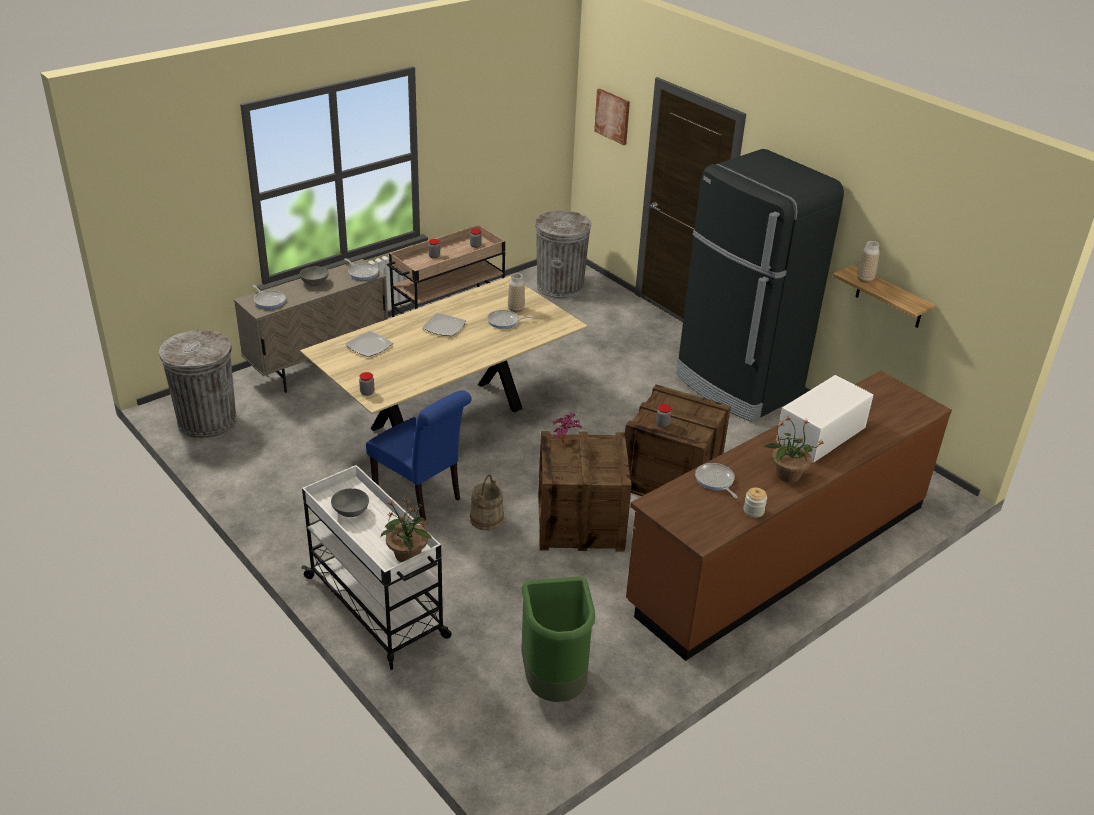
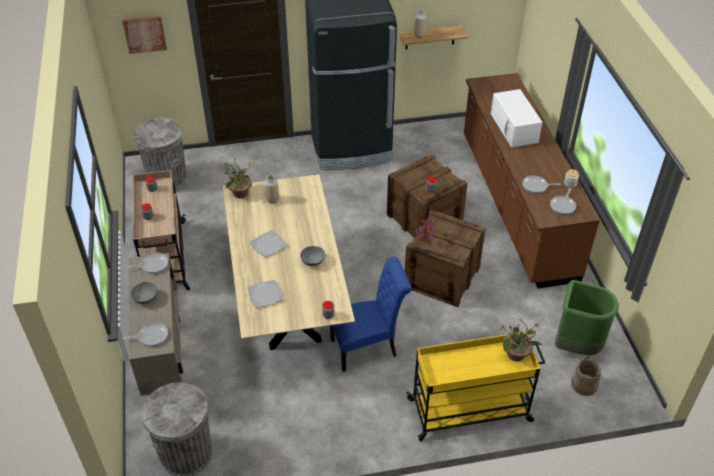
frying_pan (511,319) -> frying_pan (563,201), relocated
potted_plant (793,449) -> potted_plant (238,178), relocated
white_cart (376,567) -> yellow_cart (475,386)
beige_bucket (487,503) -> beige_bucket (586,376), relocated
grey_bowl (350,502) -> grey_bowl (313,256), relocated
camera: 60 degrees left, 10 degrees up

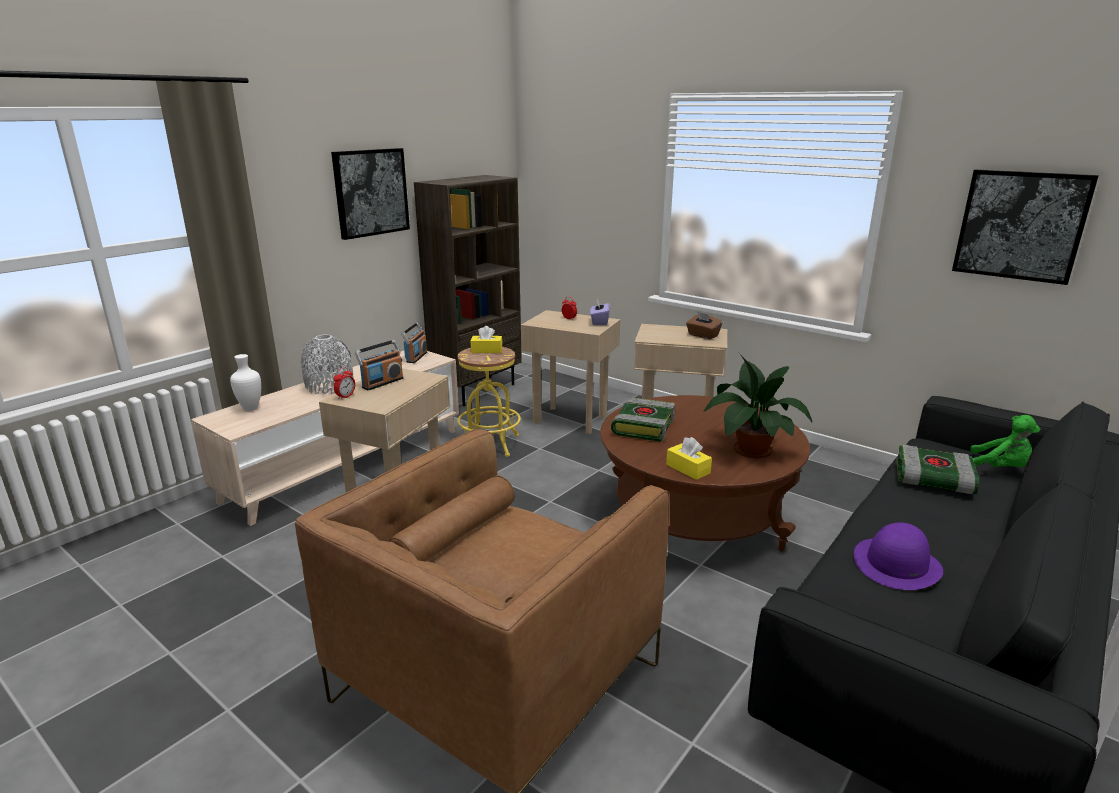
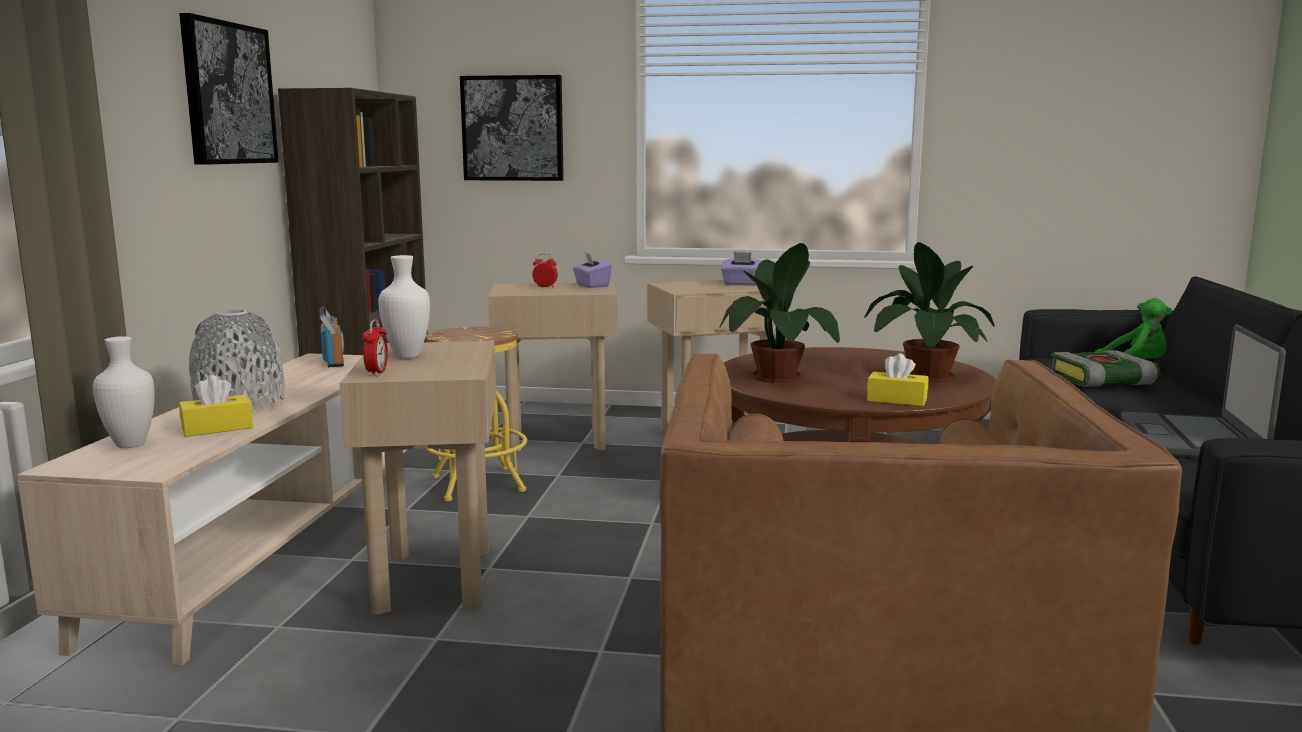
picture (1025,227) -> picture (512,128), relocated
brown_tissue_box (704,325) -> purple_tissue_box (742,269)
yellow_tissue_box (486,339) -> yellow_tissue_box (216,406), relocated
radio (379,365) -> white_vase (404,306)
book (643,420) -> potted_plant (779,313)
purple_hat (898,556) -> laptop (1203,390)
camera: 30 degrees left, 10 degrees down

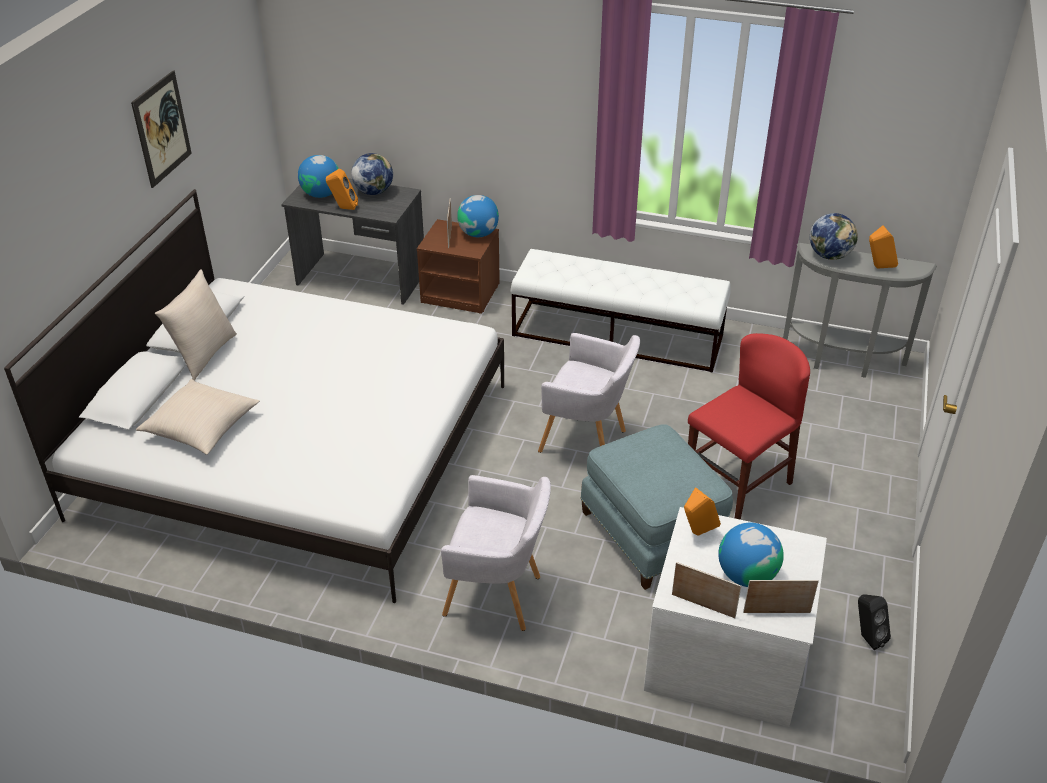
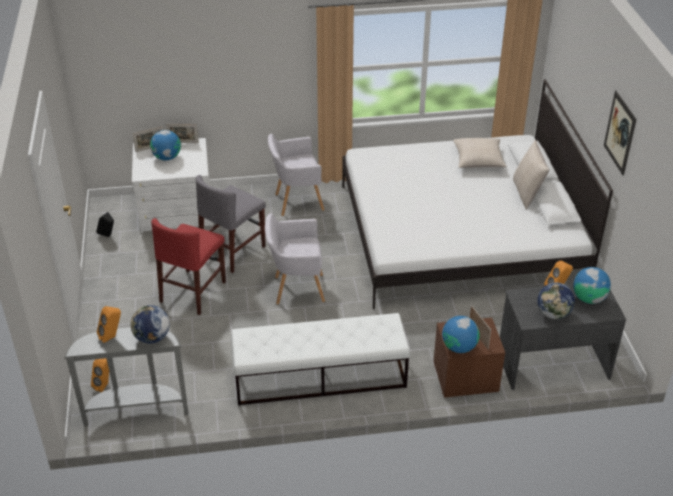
blue_ottoman (657,507) -> grey_chair (230,224)
orange_speaker (702,511) -> orange_speaker (100,375), relocated
camera: 155 degrees right, 0 degrees up

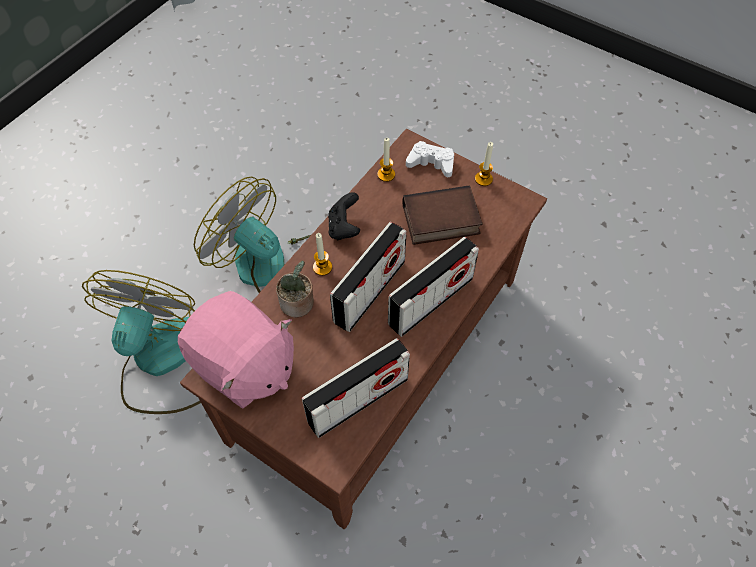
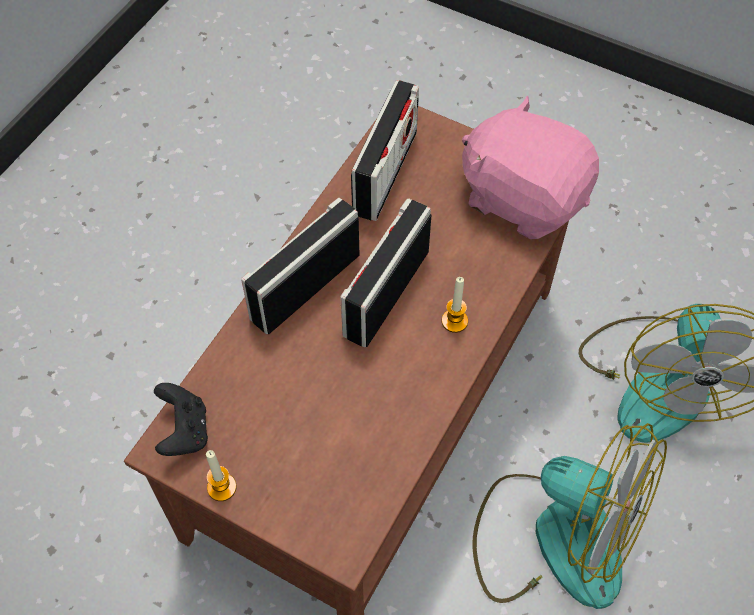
candle (386,160) -> none
white_game_controller (430,159) -> none
book (442,215) -> none
black_game_controller (344,216) -> black_game_controller (181,419), relocated
potted_plant (295,288) -> none
radio (356,388) -> radio (385,150), 150 degrees clockwise
camera: 175 degrees right, 0 degrees up

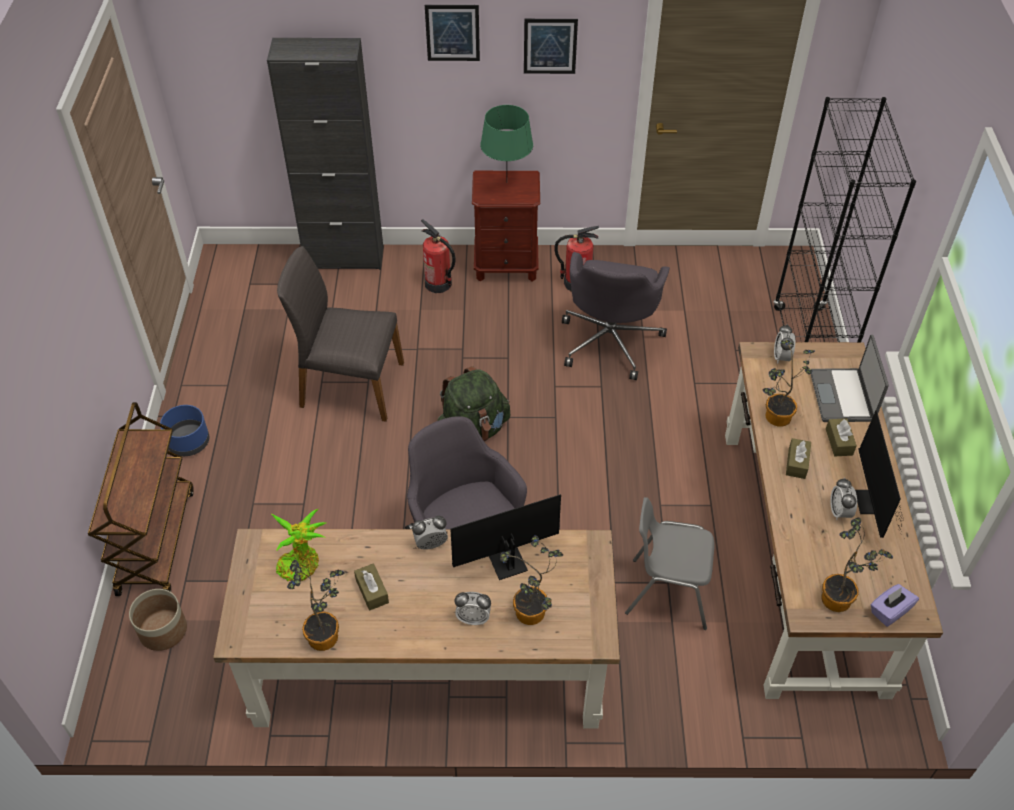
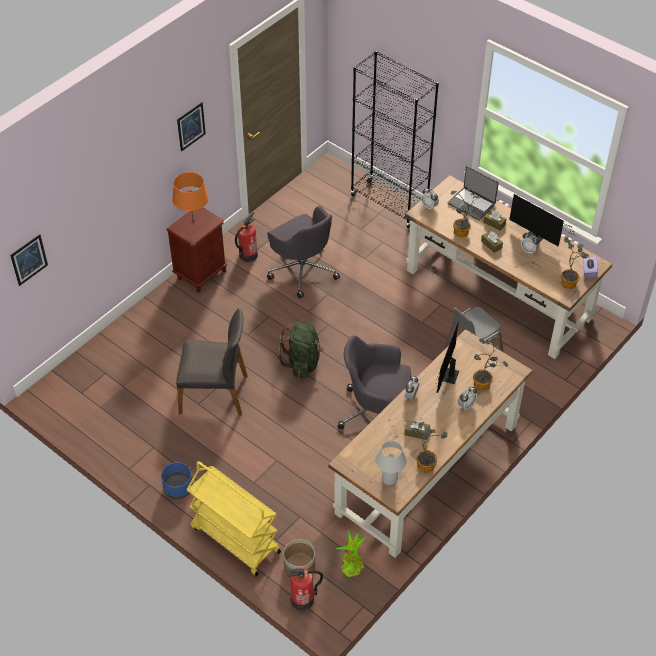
picture (452,33) -> picture (29,260), relocated
black_cabinet (325,154) -> none
green_table_lamp (506,144) -> orange_table_lamp (190,195)
fire_extinguisher (438,256) -> fire_extinguisher (304,589), relocated
grey_chair (340,334) -> grey_chair (212,361), 135 degrees counterclockwise
brown_cart (141,499) -> yellow_cart (233,518)
potted_plant (298,545) -> potted_plant (352,553), relocated
none -> white_table_lamp (391,463)
camera: 50 degrees left, 0 degrees up

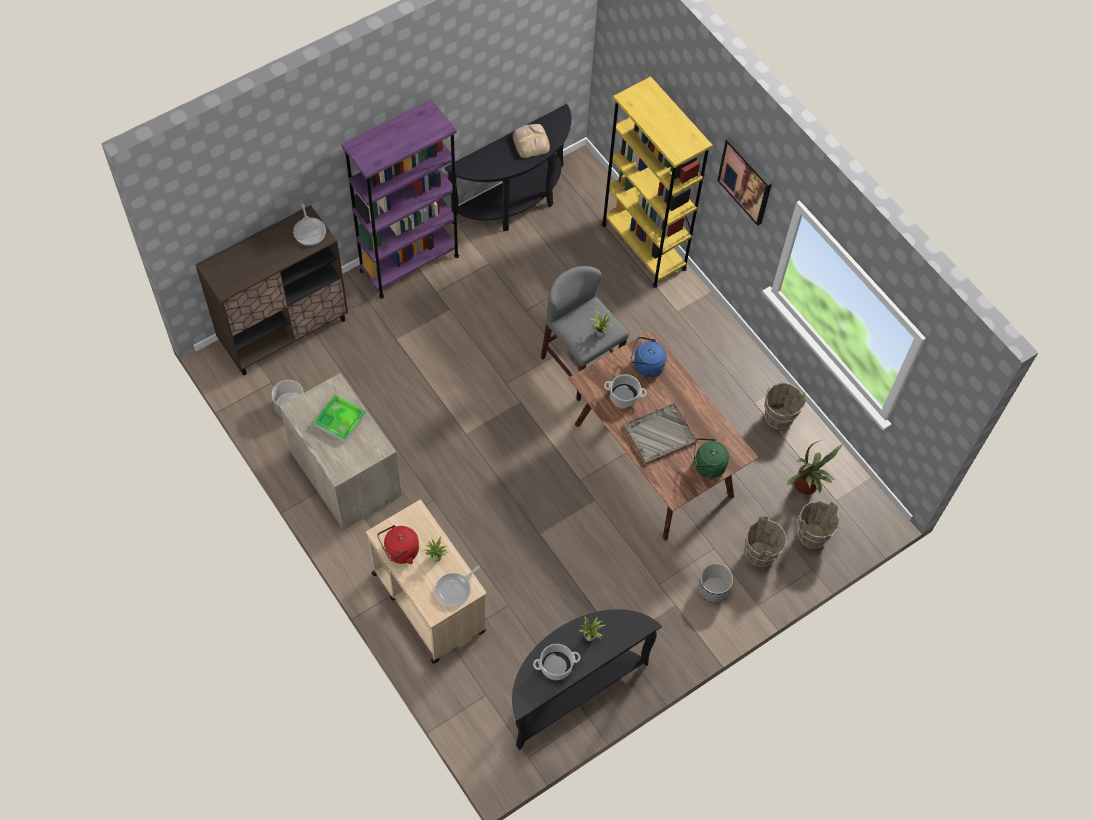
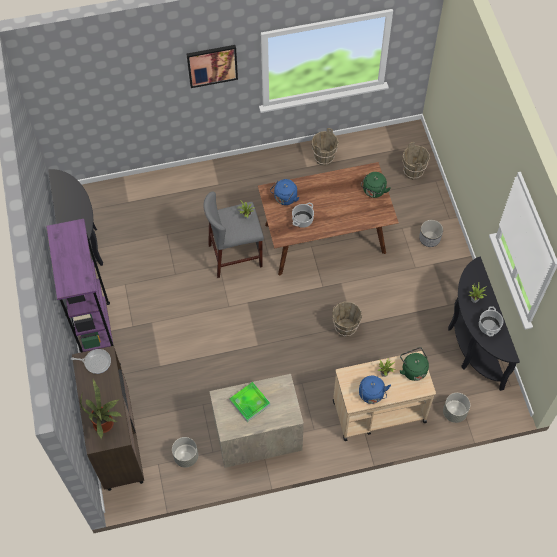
yellow_bookcase (657,182) -> none
bread (531,141) -> none
grey_tray (661,433) -> none
potted_plant (814,467) -> potted_plant (100,409), relocated
brown_bucket (766,542) -> brown_bucket (347,319), relocated
red_kettle (398,544) -> blue_kettle (375,390)
frying_pan (457,585) -> green_kettle (414,364)
none -> grey_planter (456,408)
camera: 65 degrees left, 0 degrees up

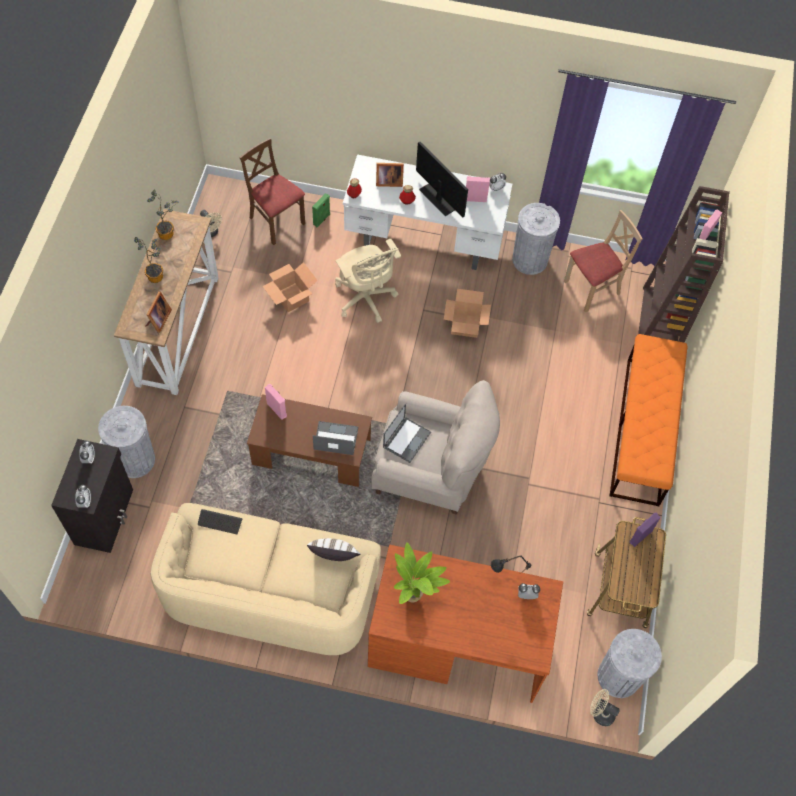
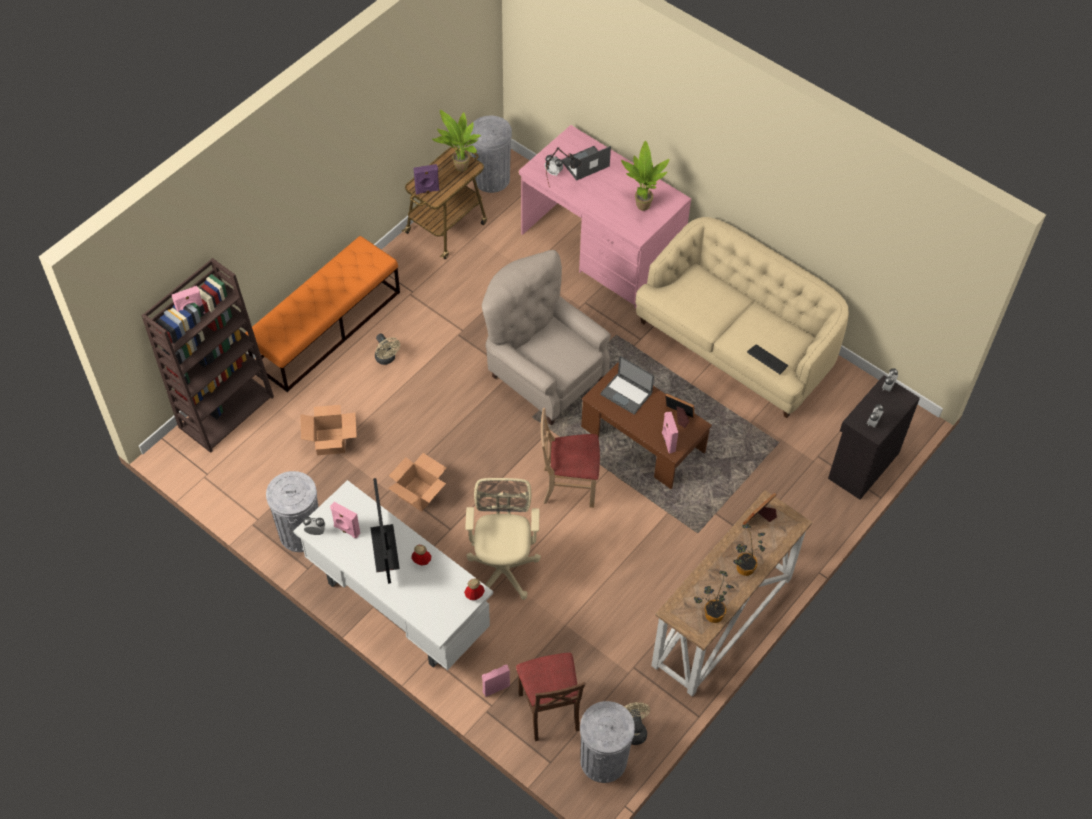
picture_frame (390,175) -> picture_frame (680,410), relocated
green_speaker (321,210) -> pink_speaker (496,681)
beige_chair (603,261) -> beige_chair (570,458), relocated
cardboard_box (290,287) -> cardboard_box (328,430), relocated
laptop (407,433) -> laptop (586,163), relocated
grey_trash_can (126,442) -> grey_trash_can (607,742), relocated
white_pillow (334,549) -> none
brown_desk (465,624) -> pink_desk (605,217)
beige_fan (605,707) -> beige_fan (387,349), relocated
none -> potted_plant (456,140)
camera: 150 degrees left, 5 degrees down

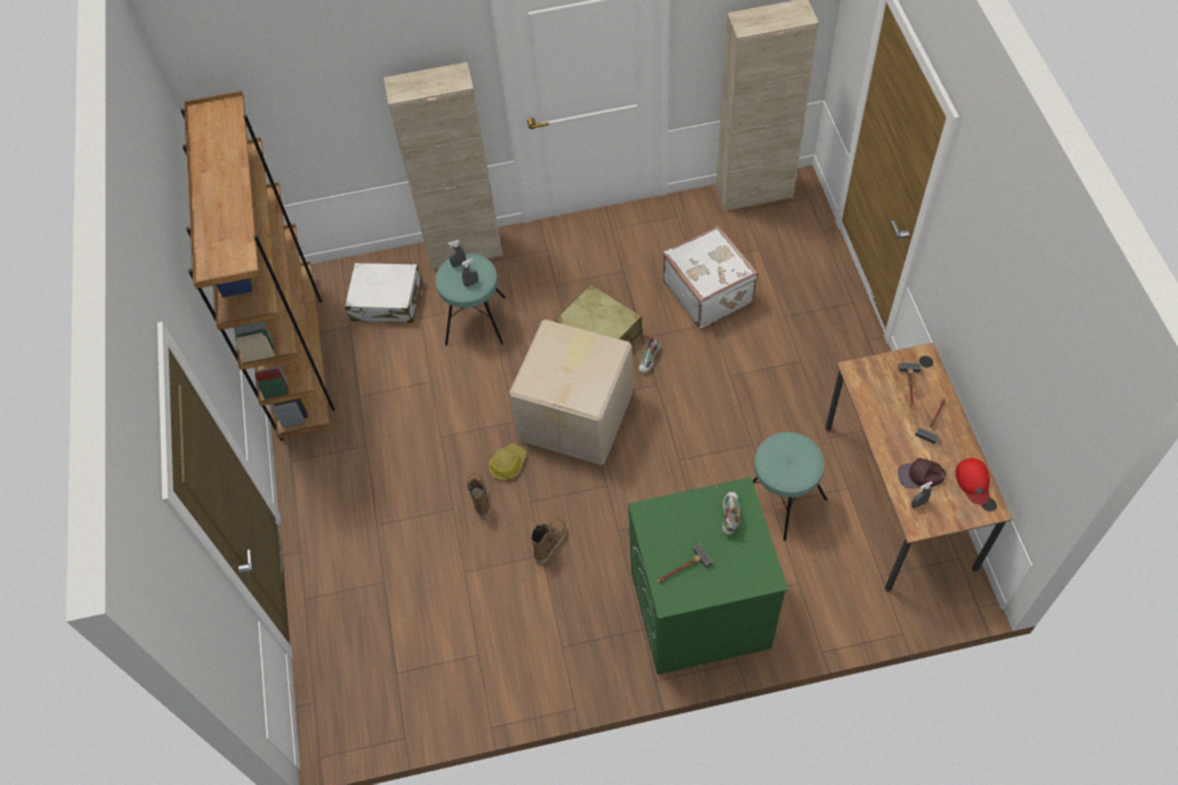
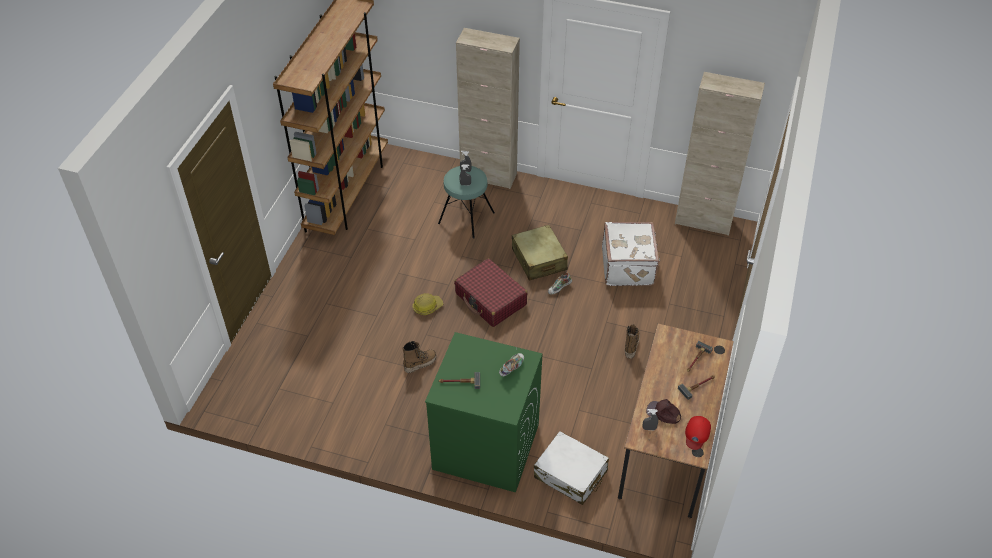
white_suitcase (383,293) -> white_suitcase (571,468), relocated
cardboard_box (571,392) -> red_suitcase (491,292)
turquoise_stool (790,486) -> none
boot (478,496) -> boot (632,341), relocated
camera: 25 degrees right, 10 degrees down

